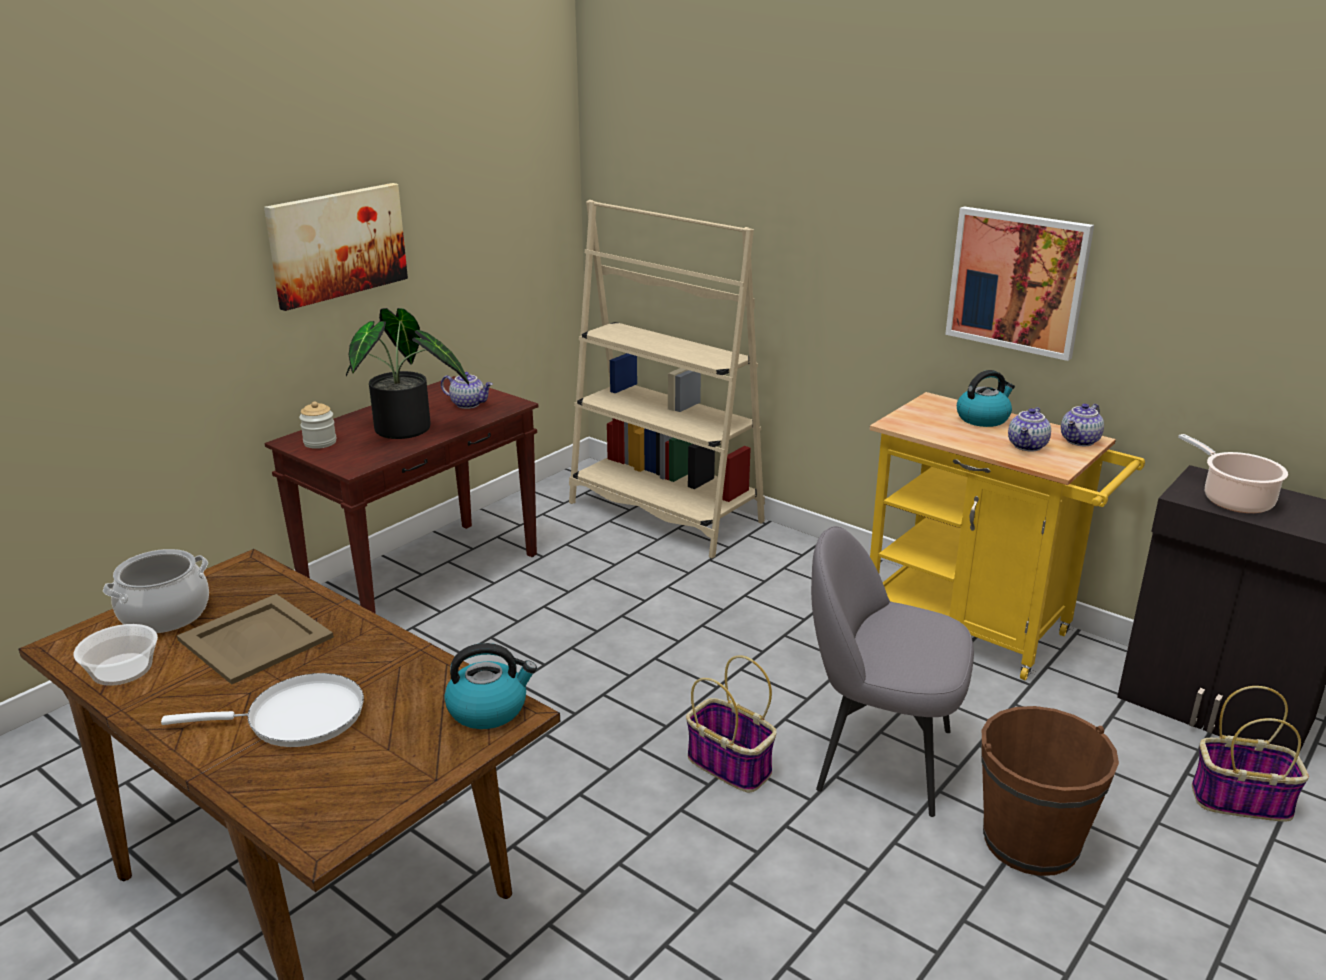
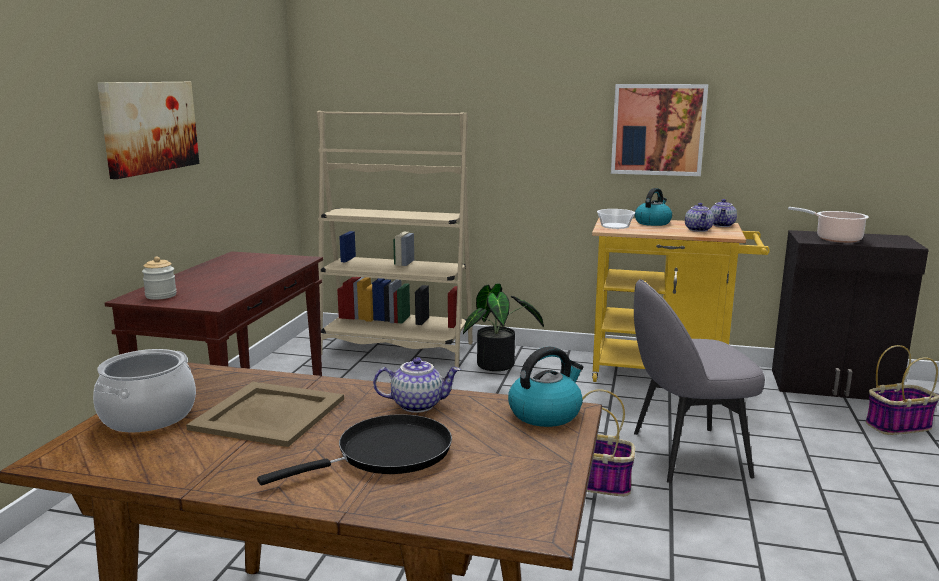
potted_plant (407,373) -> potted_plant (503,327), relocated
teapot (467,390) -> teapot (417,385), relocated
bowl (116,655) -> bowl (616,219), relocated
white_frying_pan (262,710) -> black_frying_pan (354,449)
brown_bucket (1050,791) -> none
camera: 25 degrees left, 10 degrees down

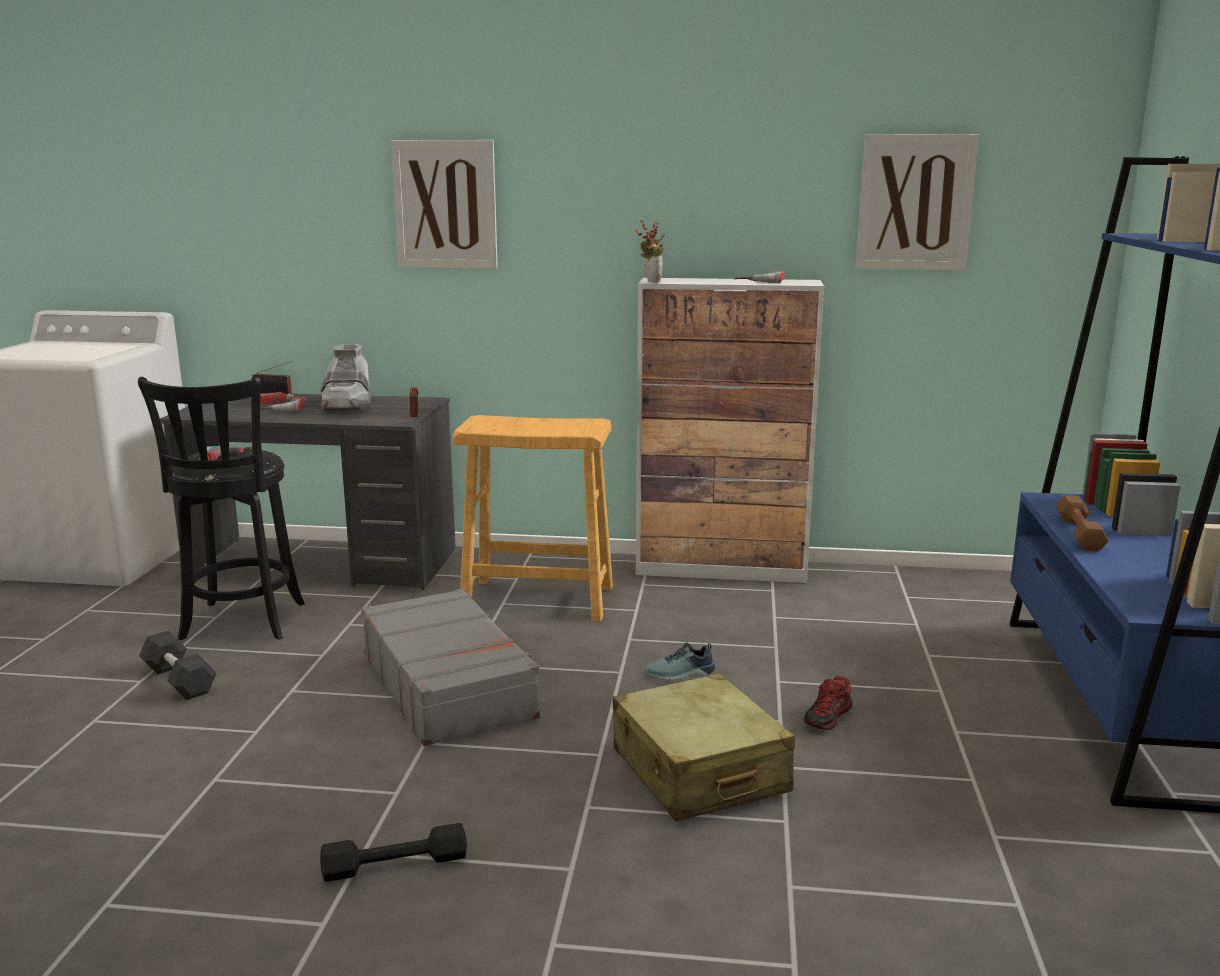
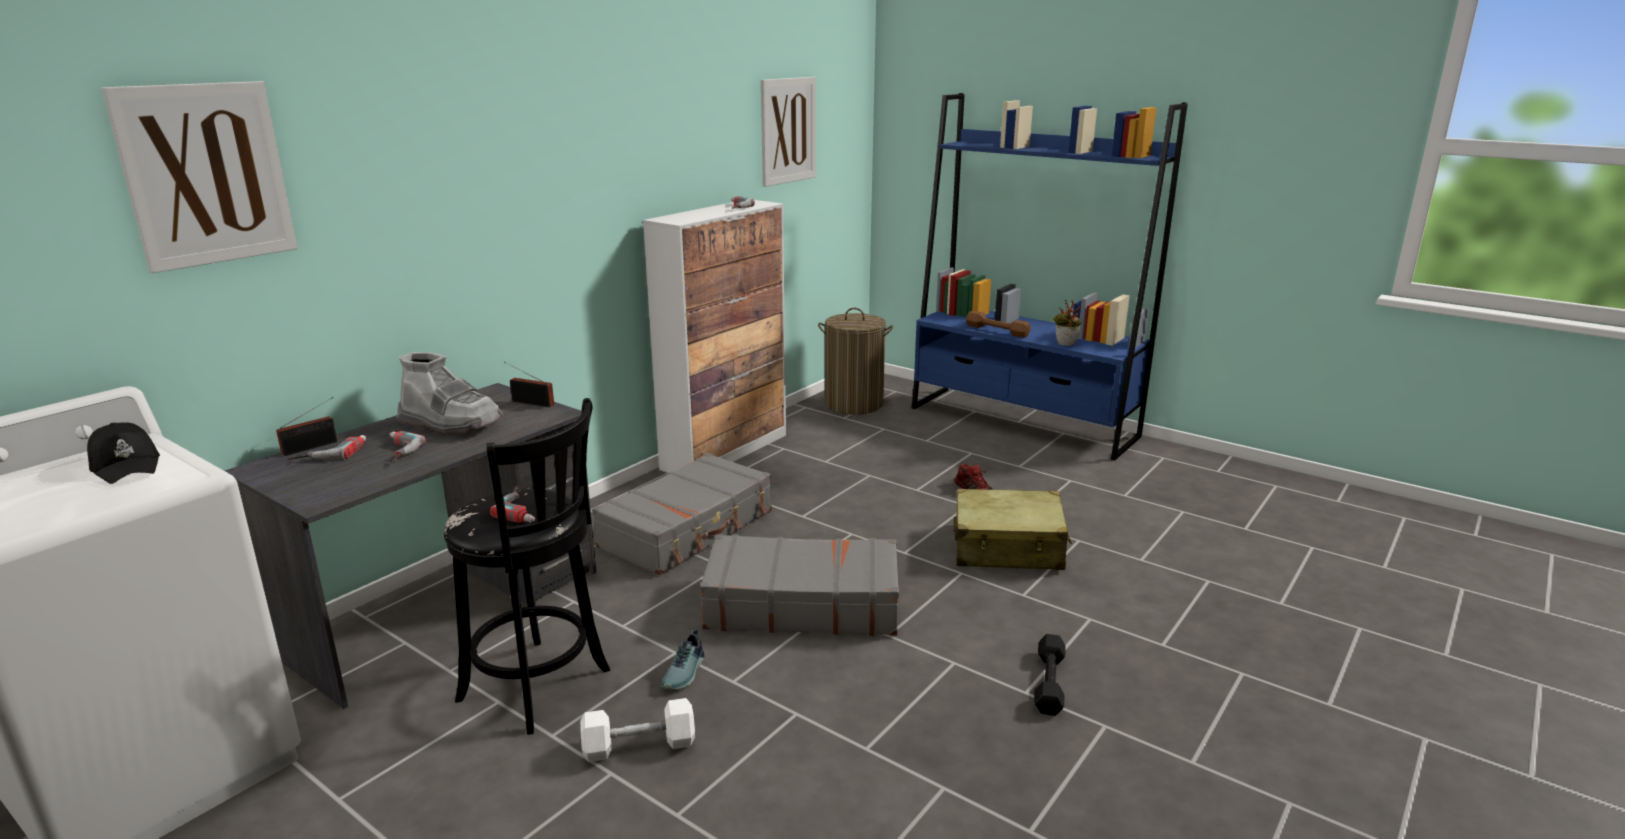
picture (444,204) -> picture (199,177), relocated
potted_plant (650,251) -> potted_plant (1067,323), relocated
beige_stool (533,518) -> grey_suitcase (682,514)
black_dumbbell (178,665) -> white_dumbbell (637,730)
shoe (679,661) -> shoe (682,659), relocated
none -> laundry_basket (855,361)
none -> black_cap (123,453)
camera: 60 degrees left, 5 degrees up

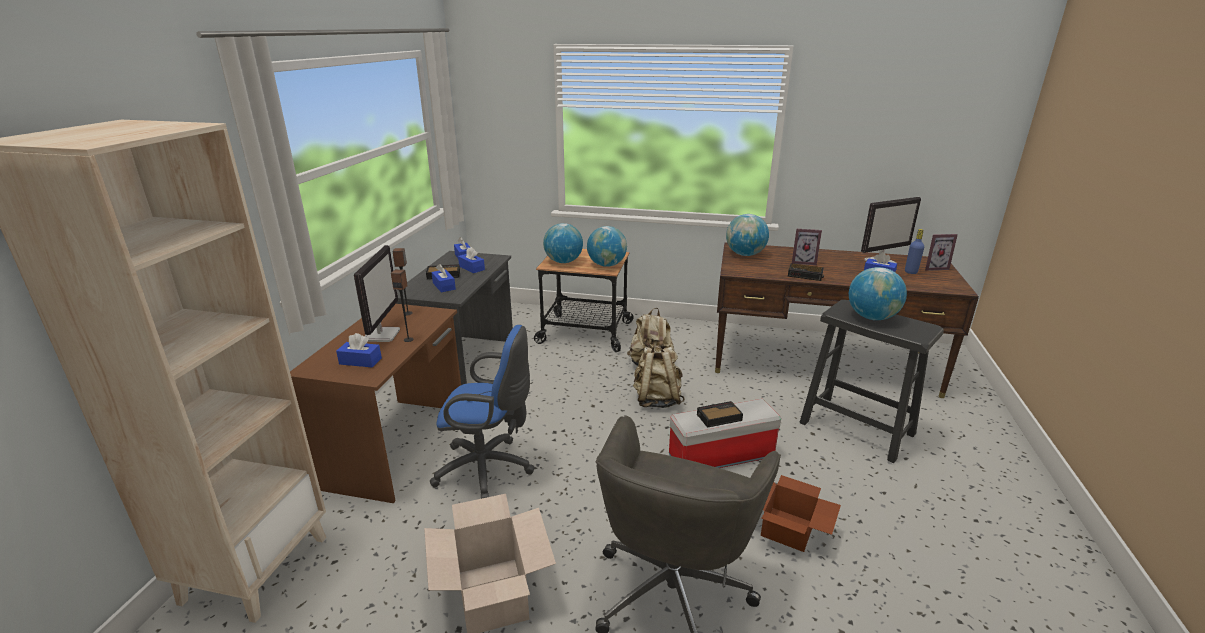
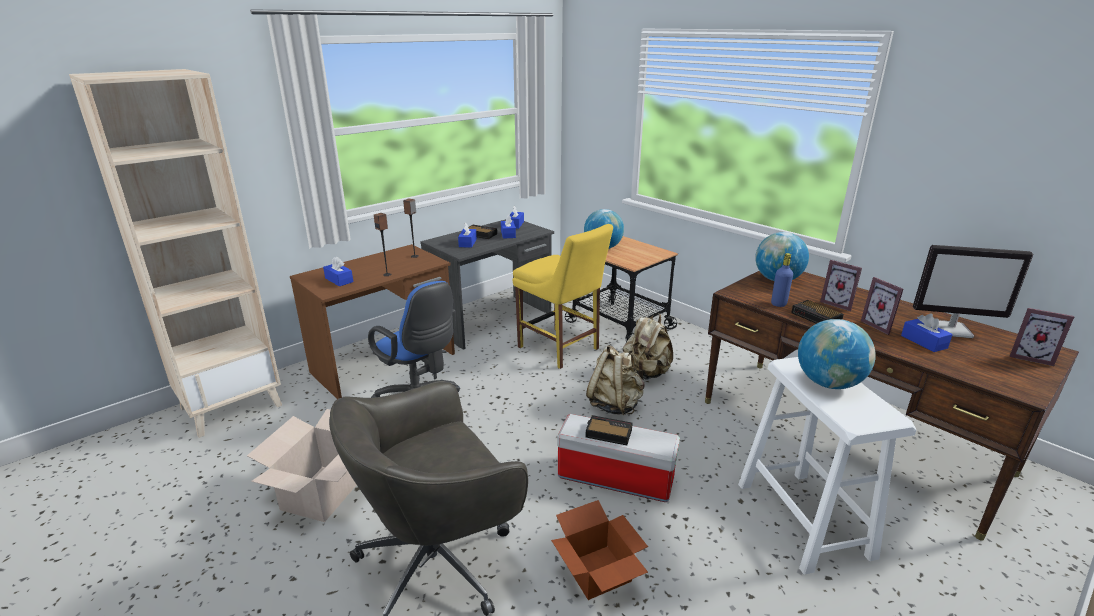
globe (607,246) -> none
blue_bottle (914,251) -> blue_bottle (782,280), relocated
monitor (377,293) -> none
black_stool (872,381) -> white_stool (827,465)
none -> yellow_chair (563,296)
none -> picture_frame (882,306)
camera: 35 degrees right, 0 degrees up

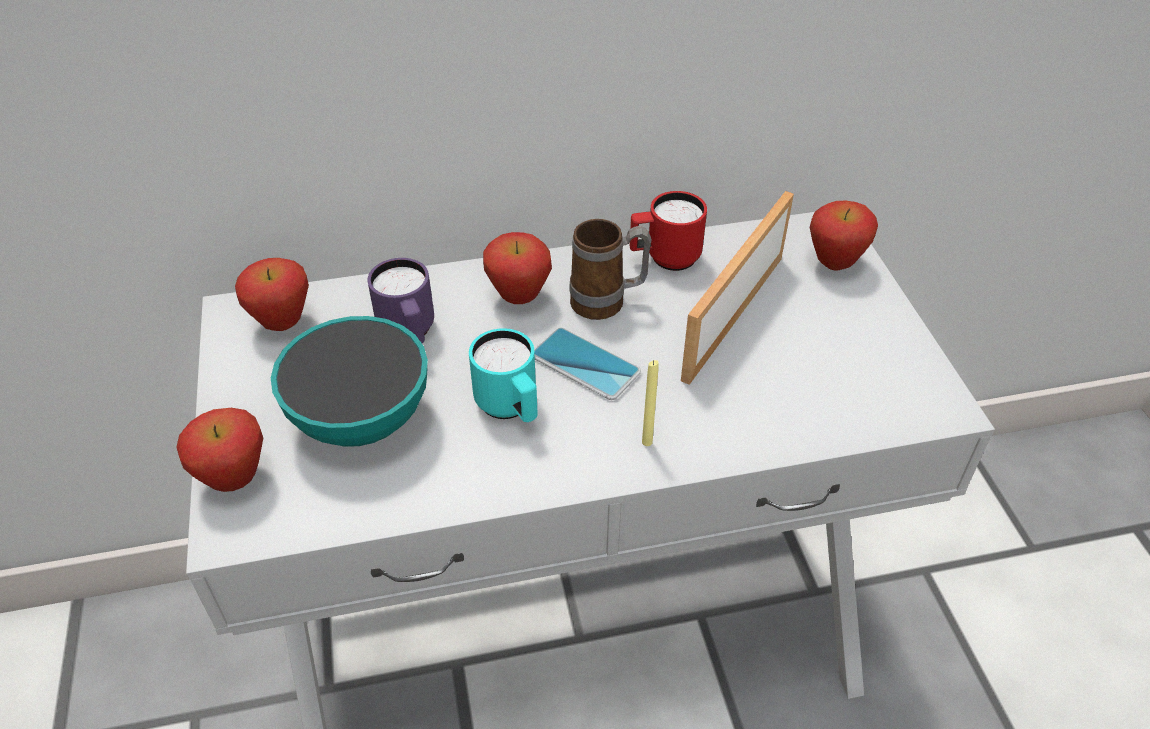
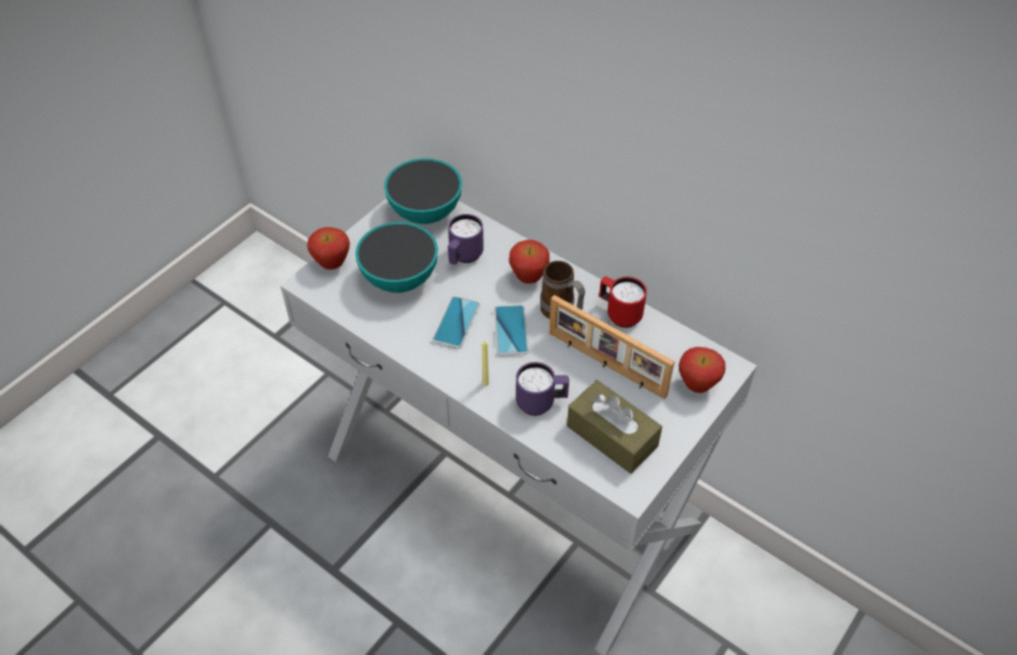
picture_frame (737,288) -> picture_frame (612,347), 135 degrees counterclockwise
apple (272,294) -> bowl (423,191)
turquoise_mug (503,375) -> phone (456,322)
none -> purple_mug (542,389)
none -> brown_tissue_box (614,427)
camera: 50 degrees right, 5 degrees up

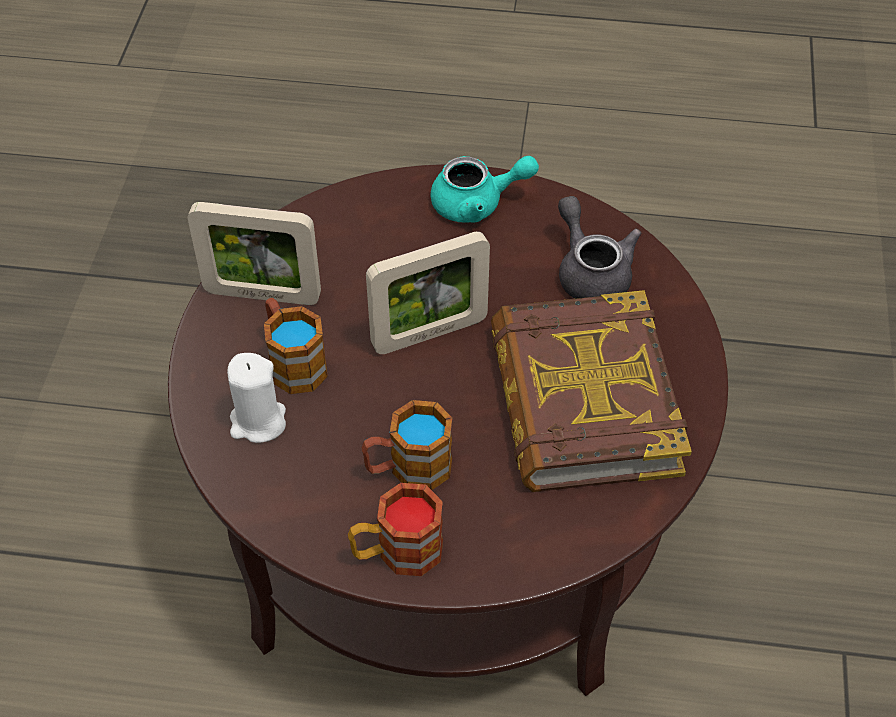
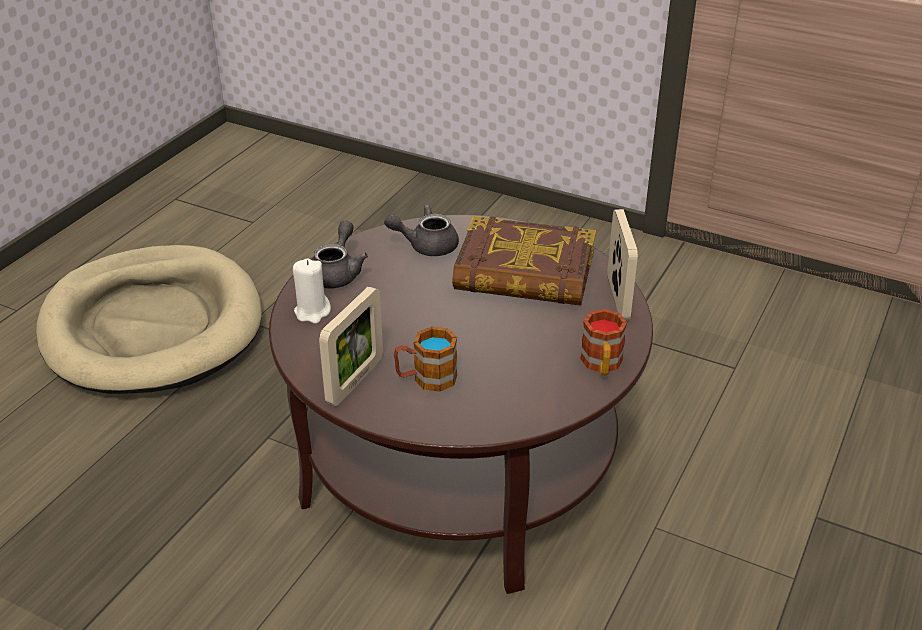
turquoise_teapot (485,189) -> grey_teapot (339,254)
picture_frame (428,292) -> picture_frame (622,264), relocated
white_candle (256,398) -> white_candle (312,291), relocated
mug (407,445) -> none
none -> beige_dog_bed (149,319)
camera: 70 degrees left, 15 degrees down

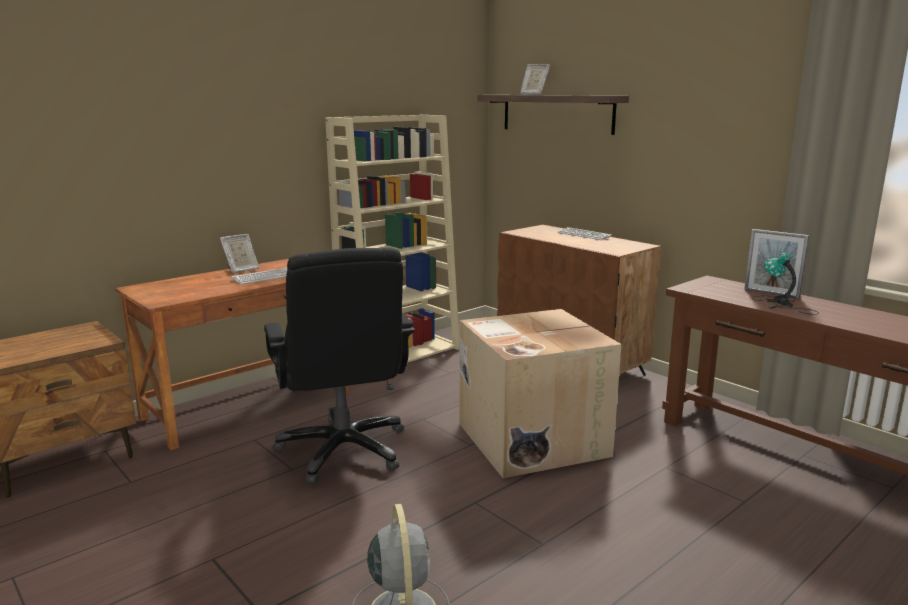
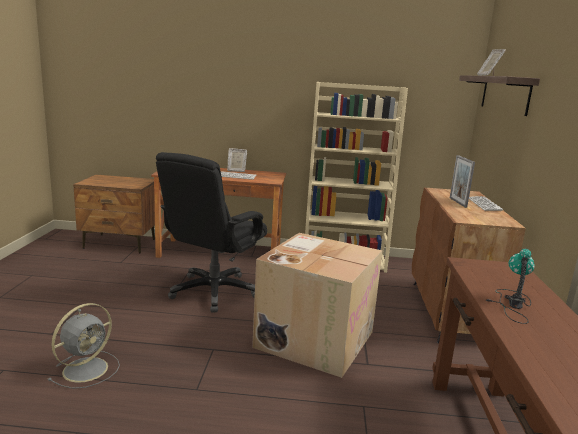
picture_frame (776,264) -> picture_frame (462,181), relocated
camera: 45 degrees right, 0 degrees up

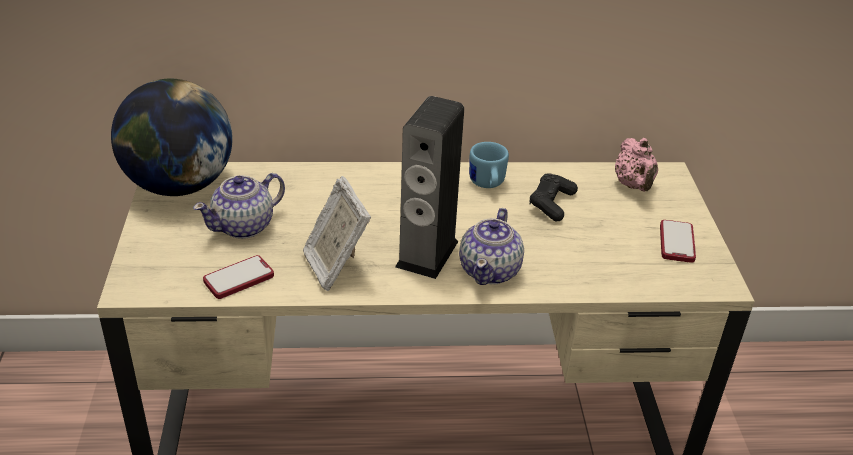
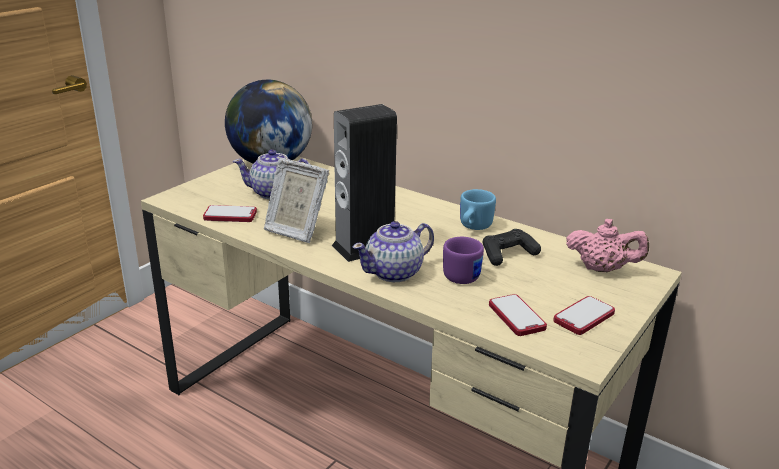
pink_teapot (636,165) -> pink_teapot (607,245), 105 degrees counterclockwise
picture_frame (337,233) -> picture_frame (296,200), 75 degrees counterclockwise
none -> purple_mug (463,260)
none -> phone (518,315)
camera: 40 degrees right, 10 degrees down

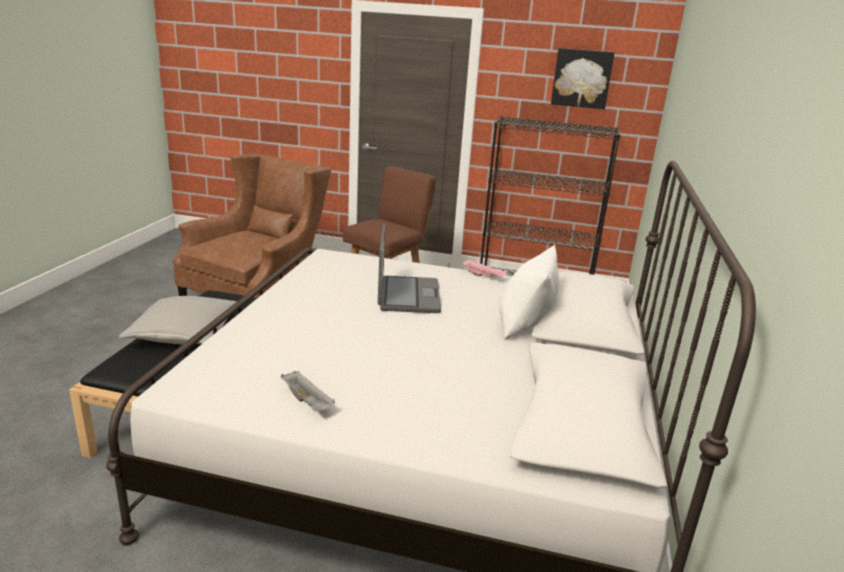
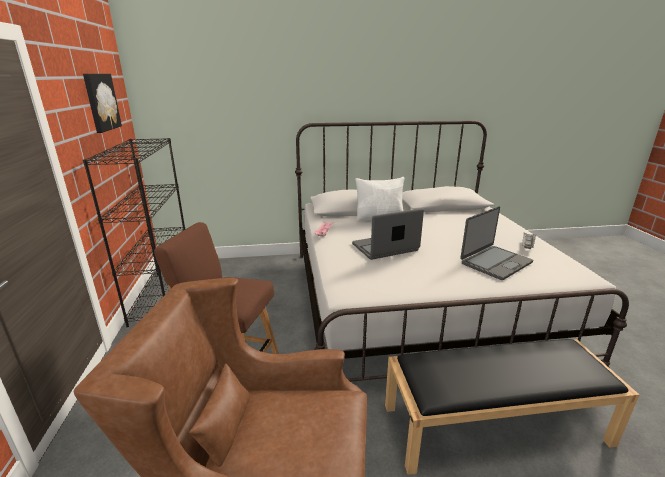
grey_pillow (178,320) -> none
none -> laptop (496,243)
camera: 110 degrees left, 0 degrees up

